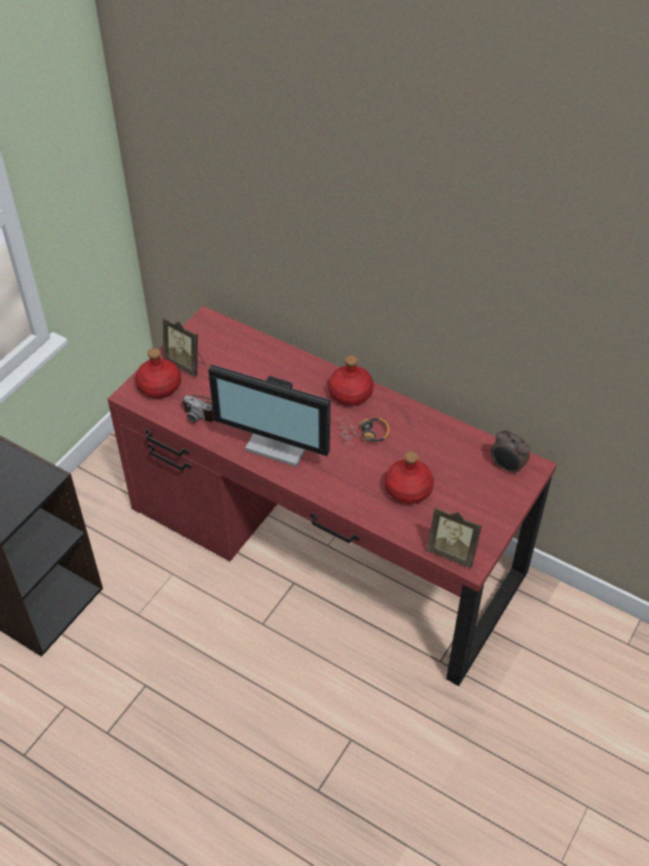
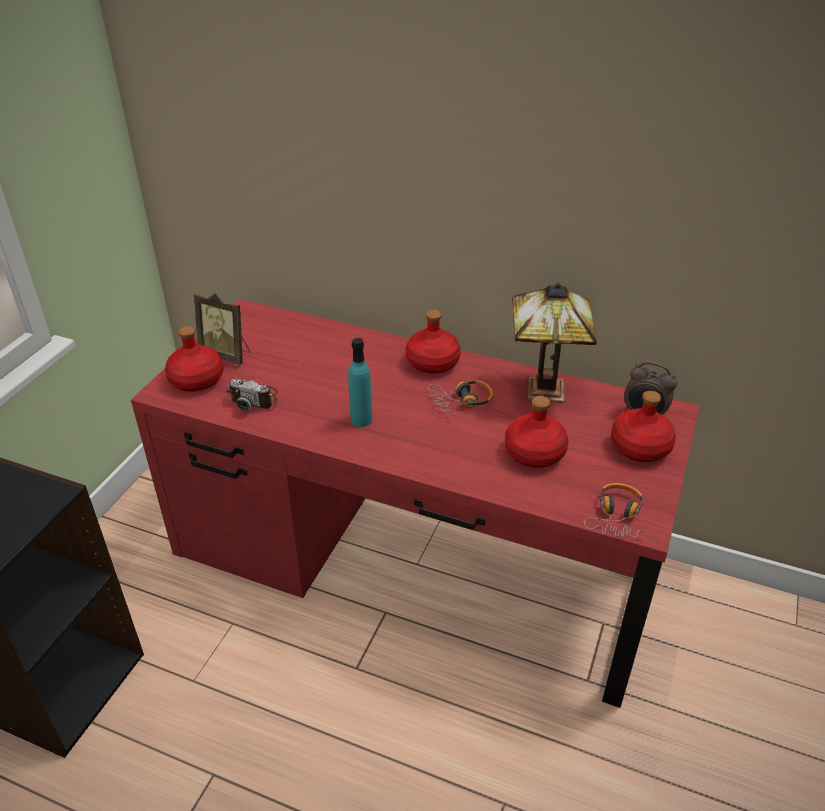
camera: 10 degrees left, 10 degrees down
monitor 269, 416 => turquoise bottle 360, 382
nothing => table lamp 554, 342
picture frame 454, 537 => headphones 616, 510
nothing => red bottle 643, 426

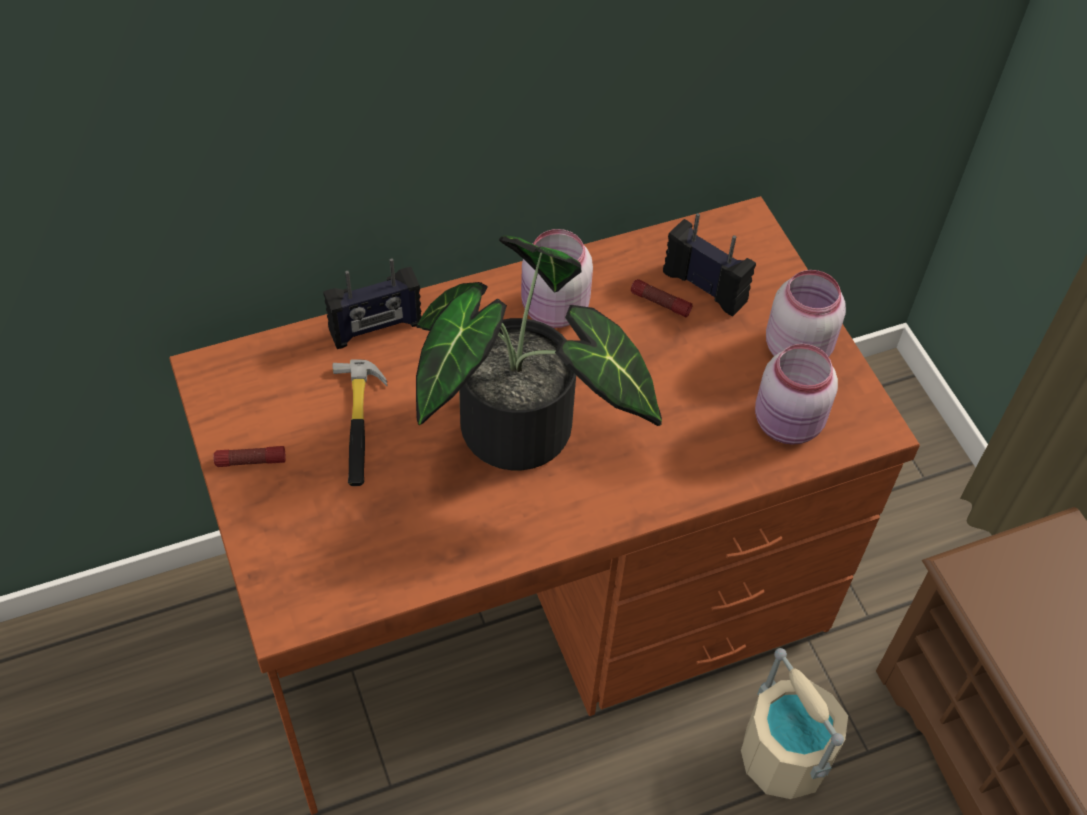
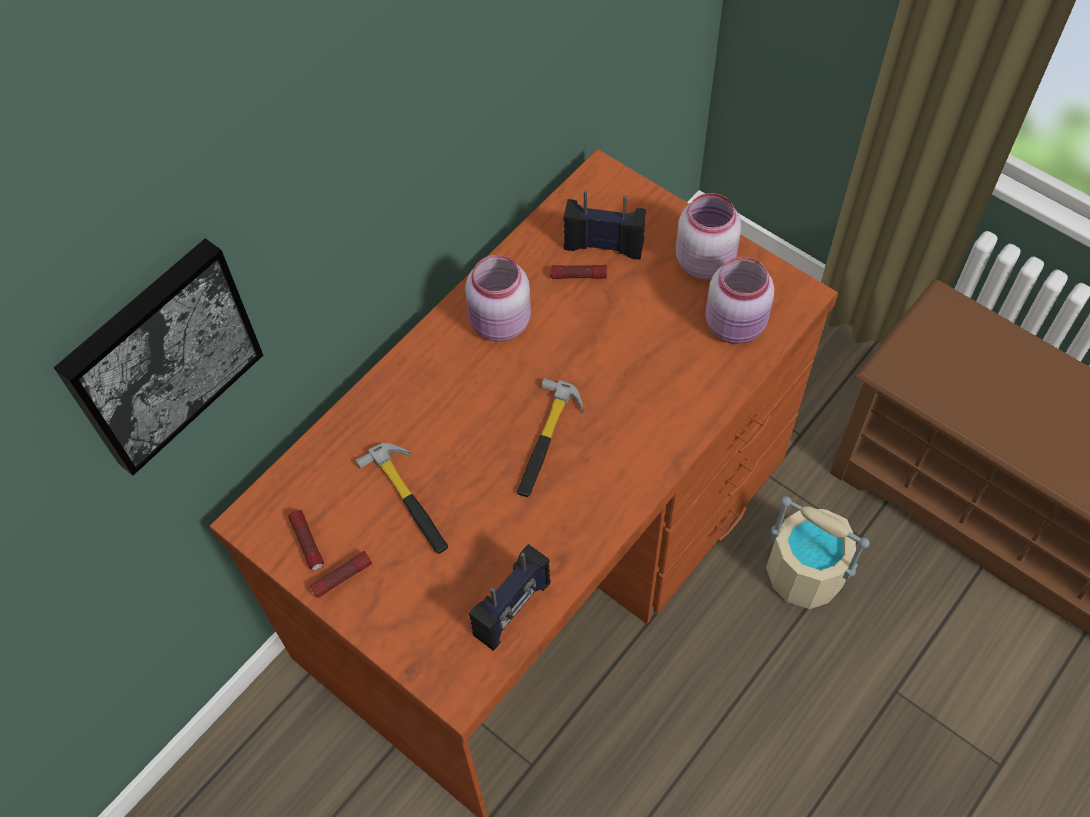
camera: 25 degrees left, 5 degrees up
nothing => picture 158, 357
nothing => flashlight 306, 540
radio 372, 303 => radio 510, 597, move
potted plant 539, 352 => hammer 550, 437

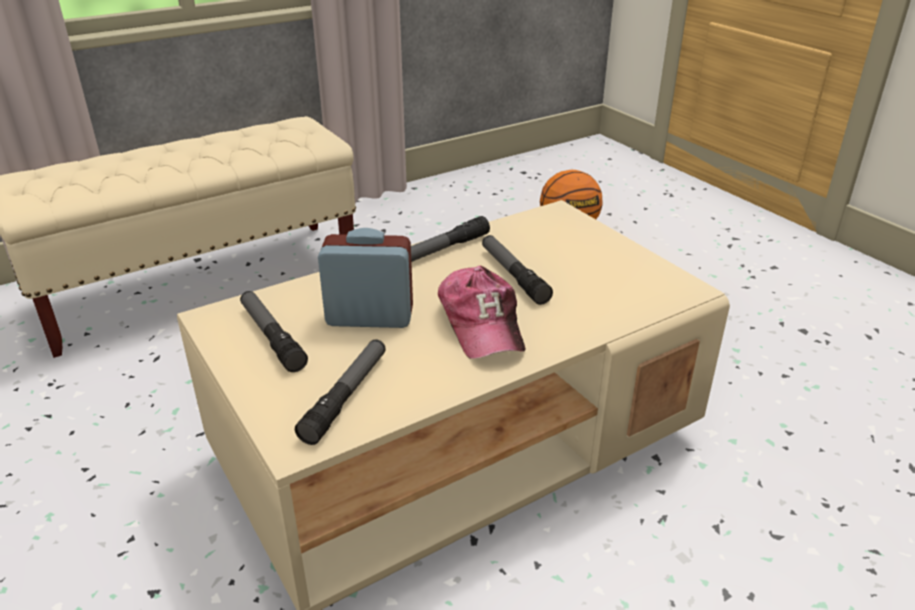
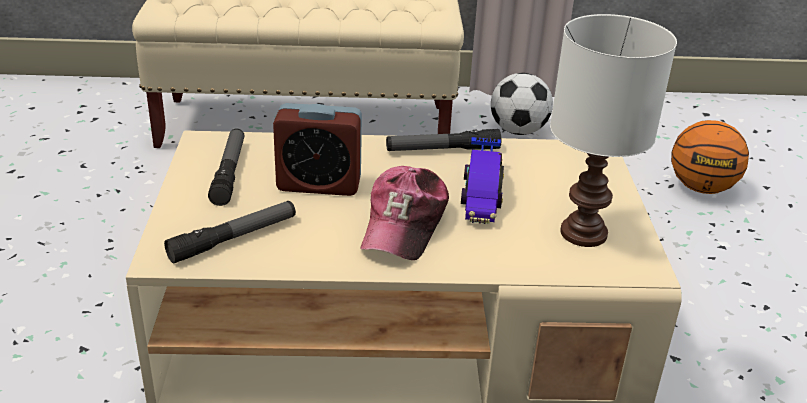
camera: 30 degrees right, 0 degrees up
alarm clock 365, 278 => alarm clock 317, 149, 150 degrees clockwise
flashlight 517, 270 => toy car 482, 180
nothing => football 522, 104
nothing => white table lamp 613, 130

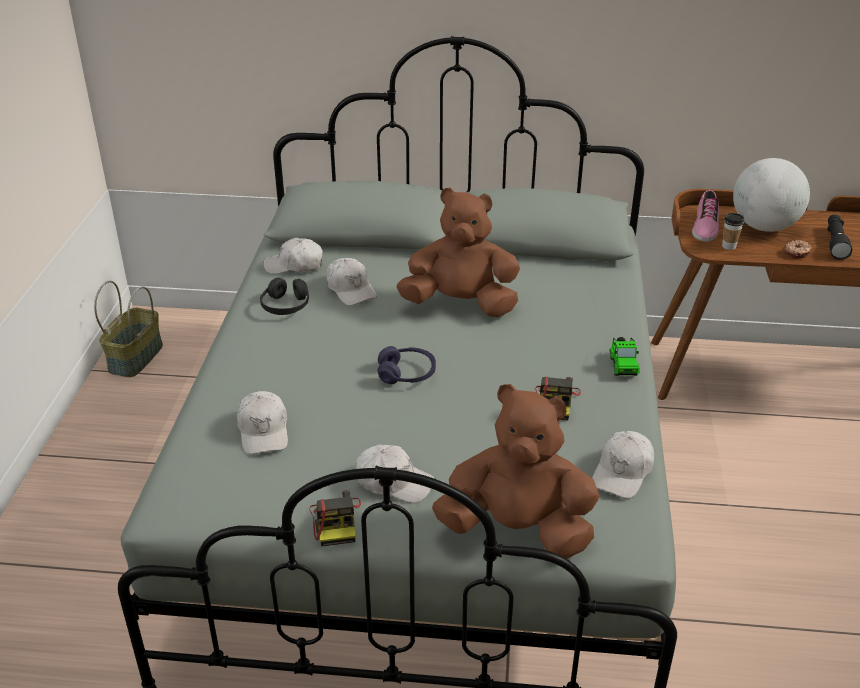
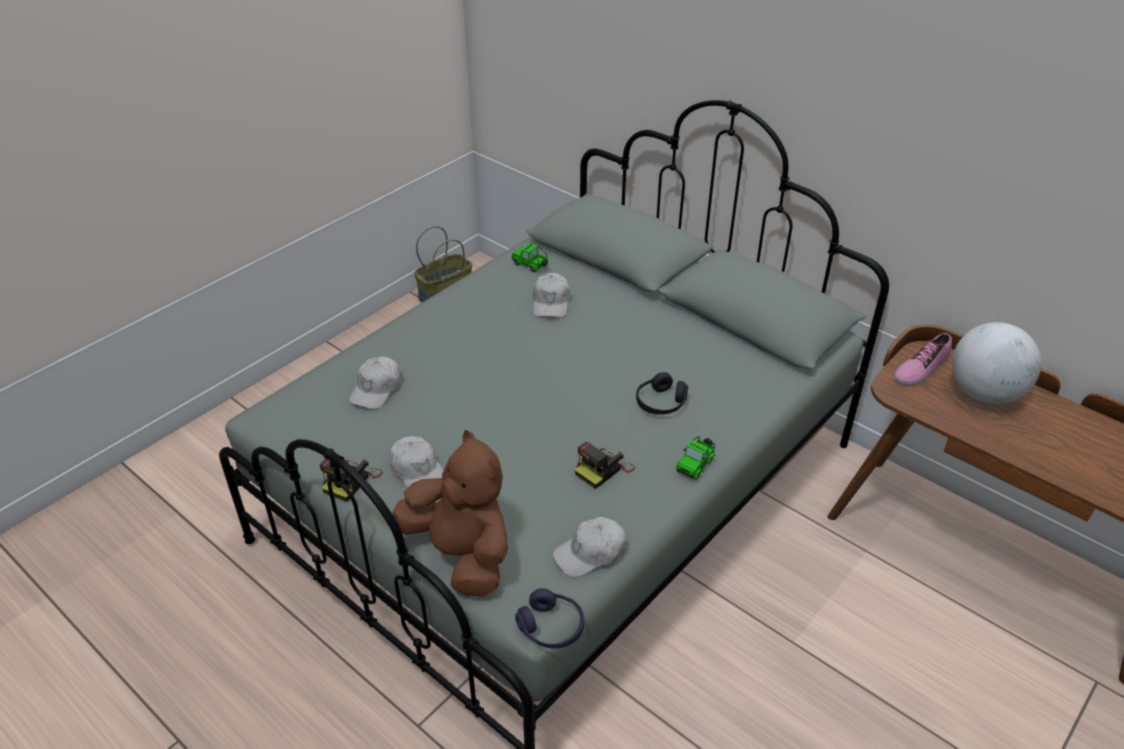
camera: 35 degrees right, 5 degrees up
white cap 293, 255 => toy car 530, 257
purple headphones 407, 365 => purple headphones 549, 618, move
black headphones 284, 296 => black headphones 662, 393, move
brown plush toy 458, 252 => nothing
cup 733, 231 => nothing
donut 798, 249 => nothing
black flashlight 839, 237 => nothing

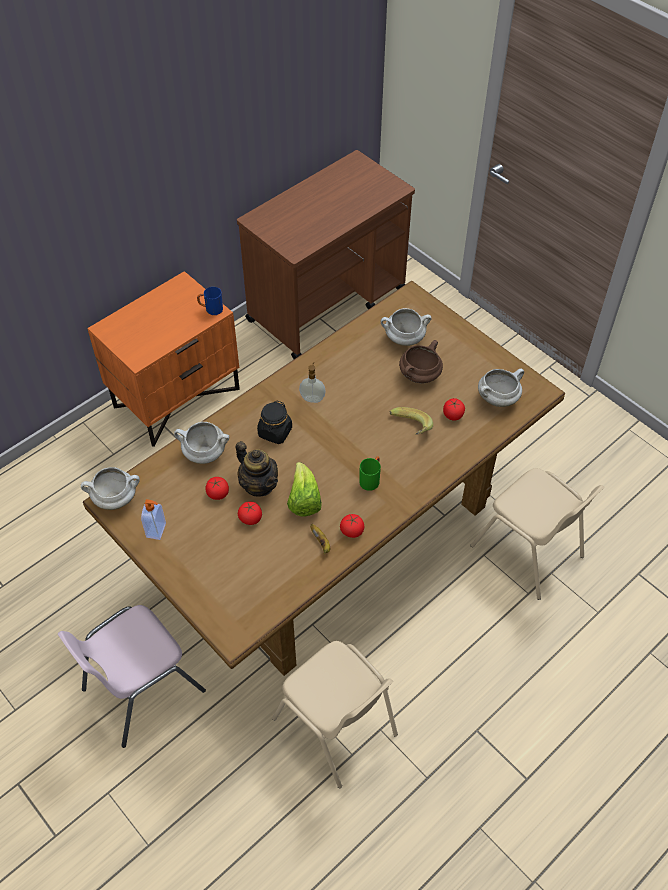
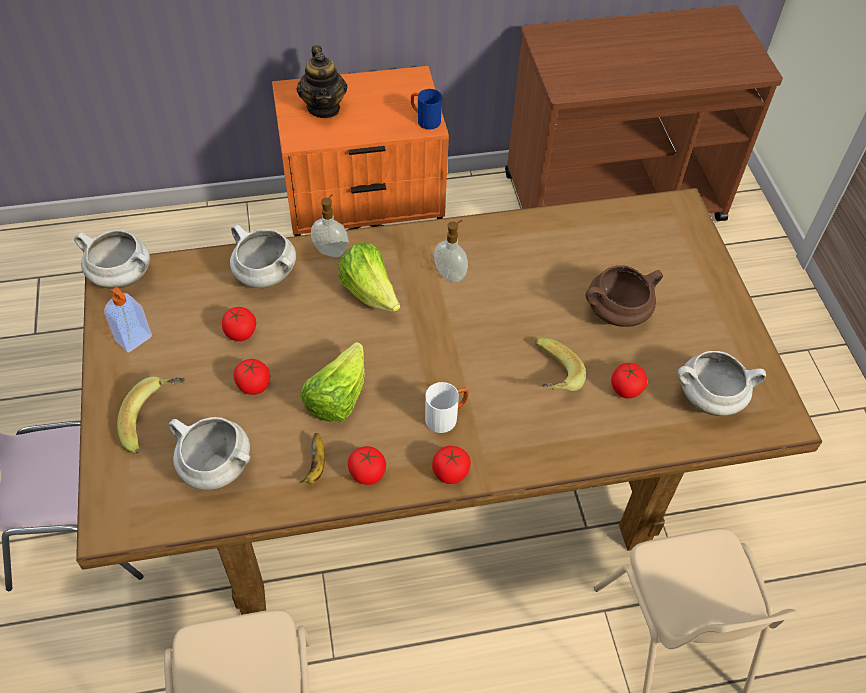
camera: 30 degrees right, 0 degrees up
nothing => banana 151, 415
white cooking pot 406, 327 => white cooking pot 209, 453, move
teapot 257, 469 => teapot 322, 81, move
nothing => soap dispenser 330, 225
black jar 274, 422 => lettuce 369, 277
green mug 370, 473 => white mug 446, 407
nothing => tomato 451, 465

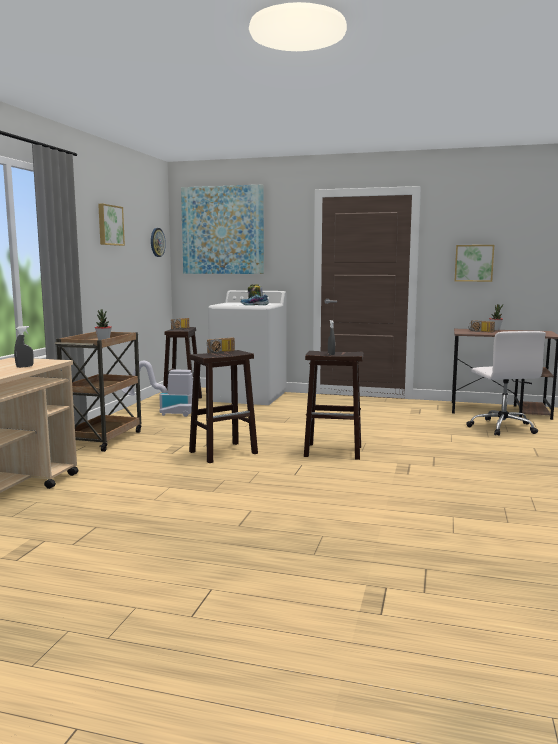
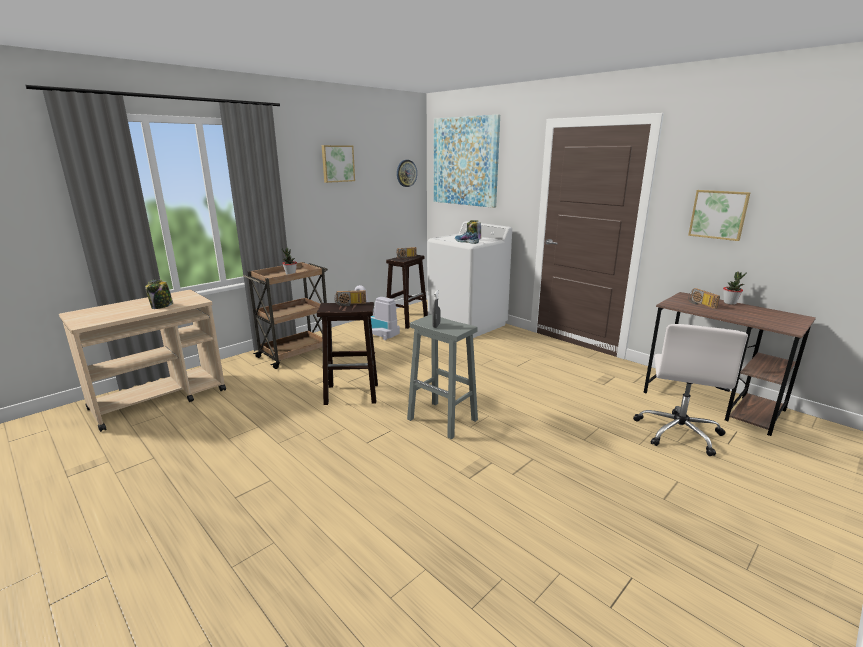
camera: 30 degrees right, 10 degrees up
grey spray bottle 24, 347 => jar 159, 294
brown stool 333, 405 => grey stool 442, 376

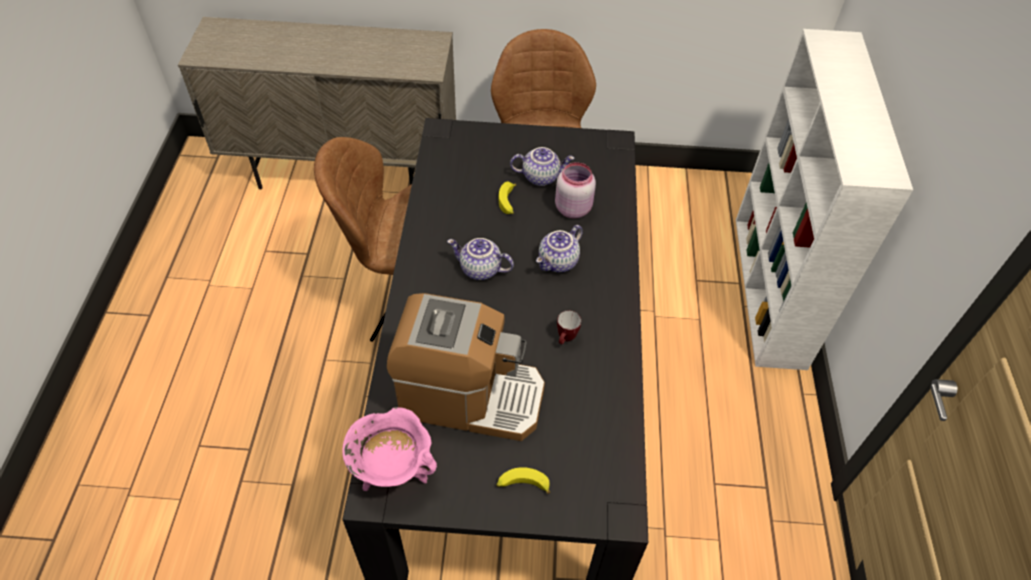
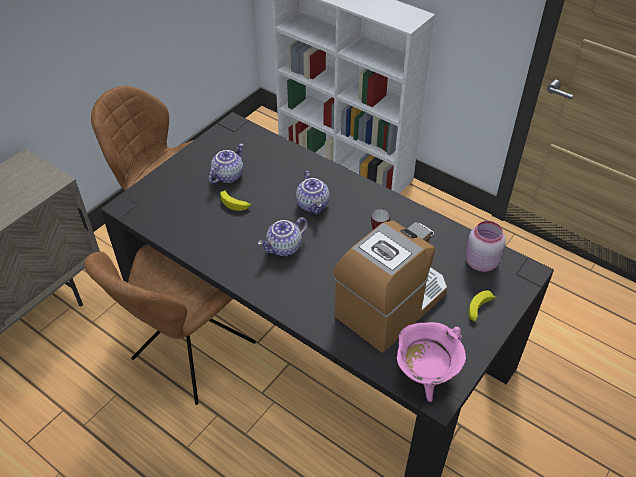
camera: 55 degrees left, 5 degrees down
pink jar 575, 190 => pink jar 485, 246, move

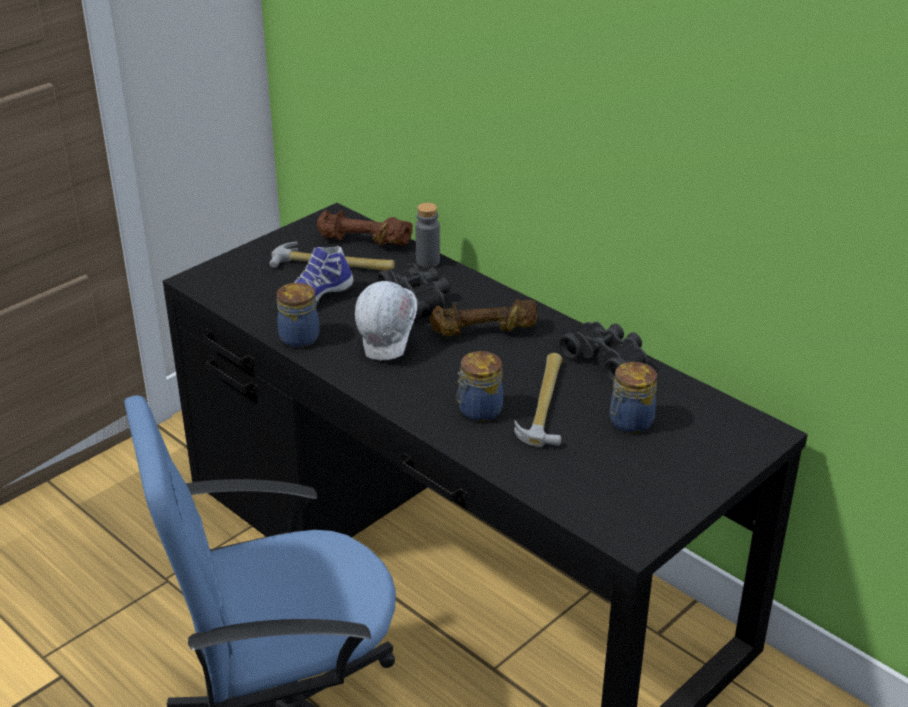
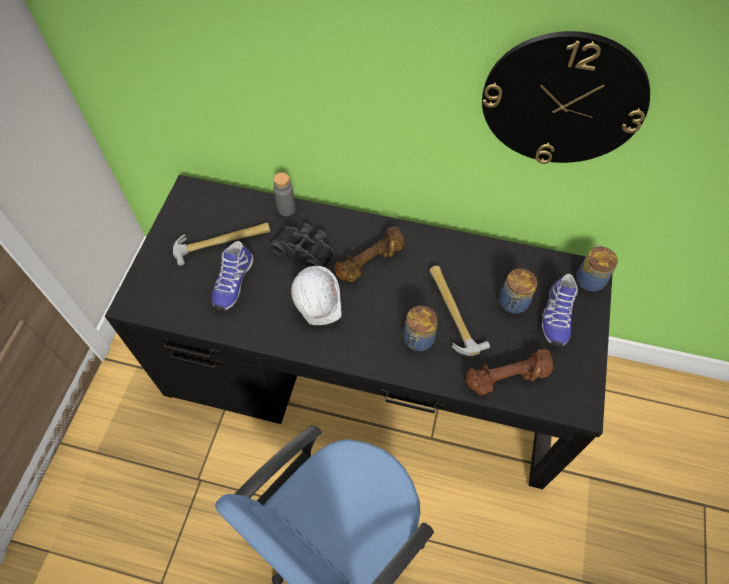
camera: 30 degrees left, 25 degrees up
brown dumbbell 365, 227 => brown dumbbell 510, 372, move
nothing => wall clock 566, 97
nothing => shoe 559, 310
jar 298, 315 => jar 597, 268, move
black binoculars 603, 352 => nothing

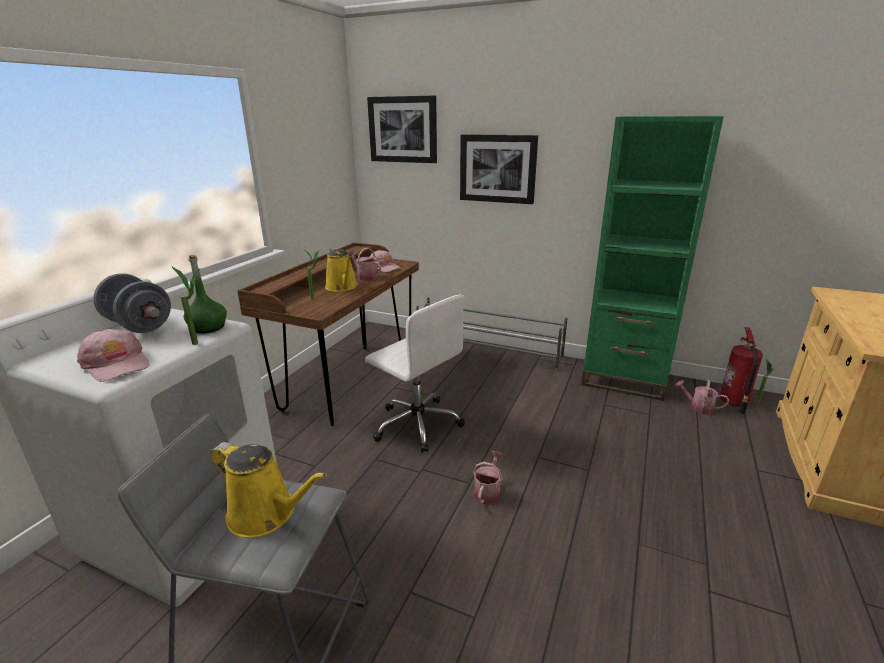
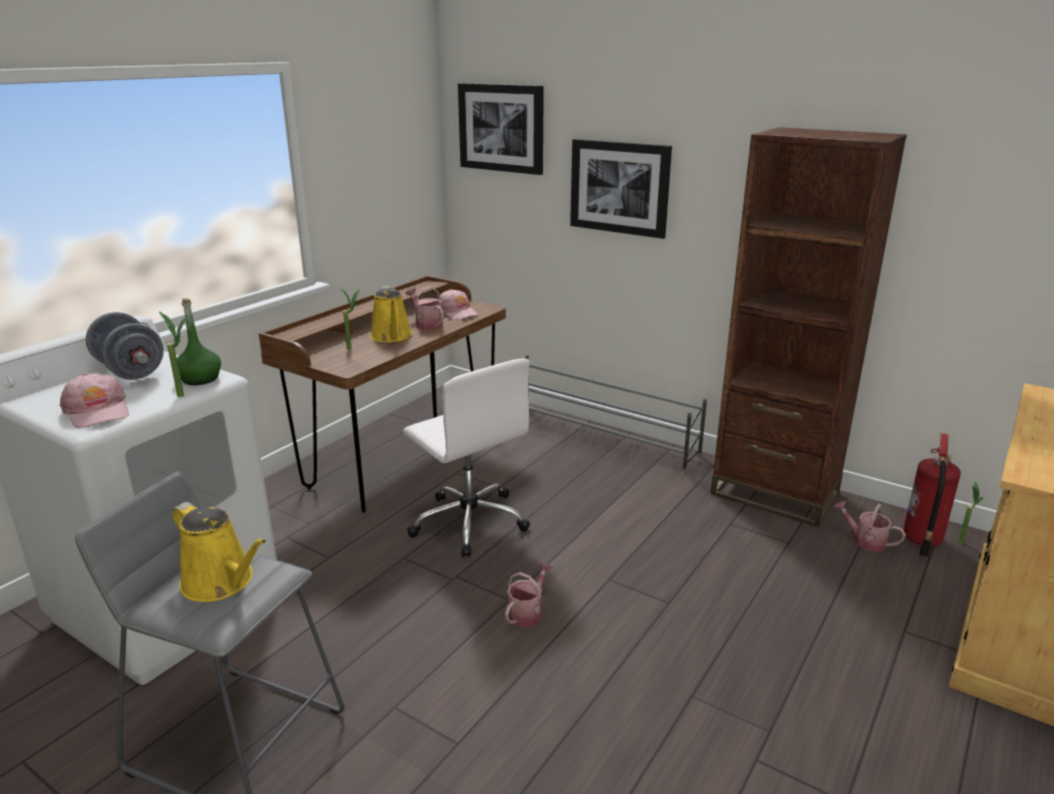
camera: 10 degrees right, 0 degrees up
green bookcase 652, 258 => brown bookcase 808, 327

